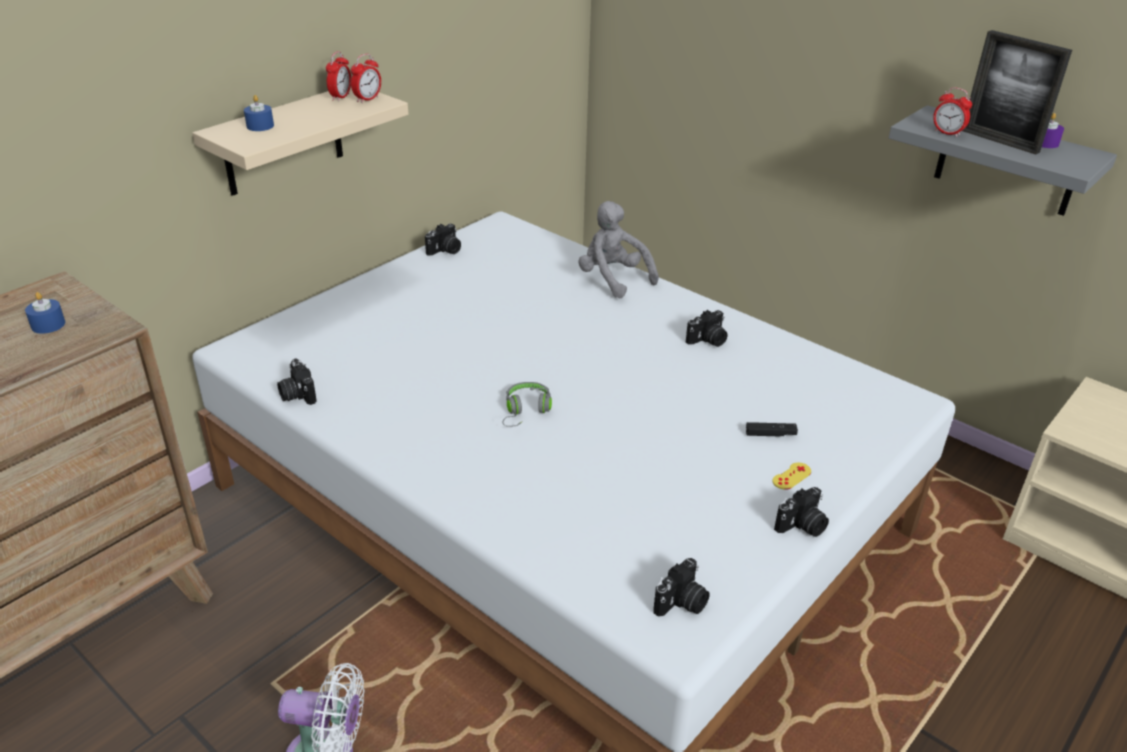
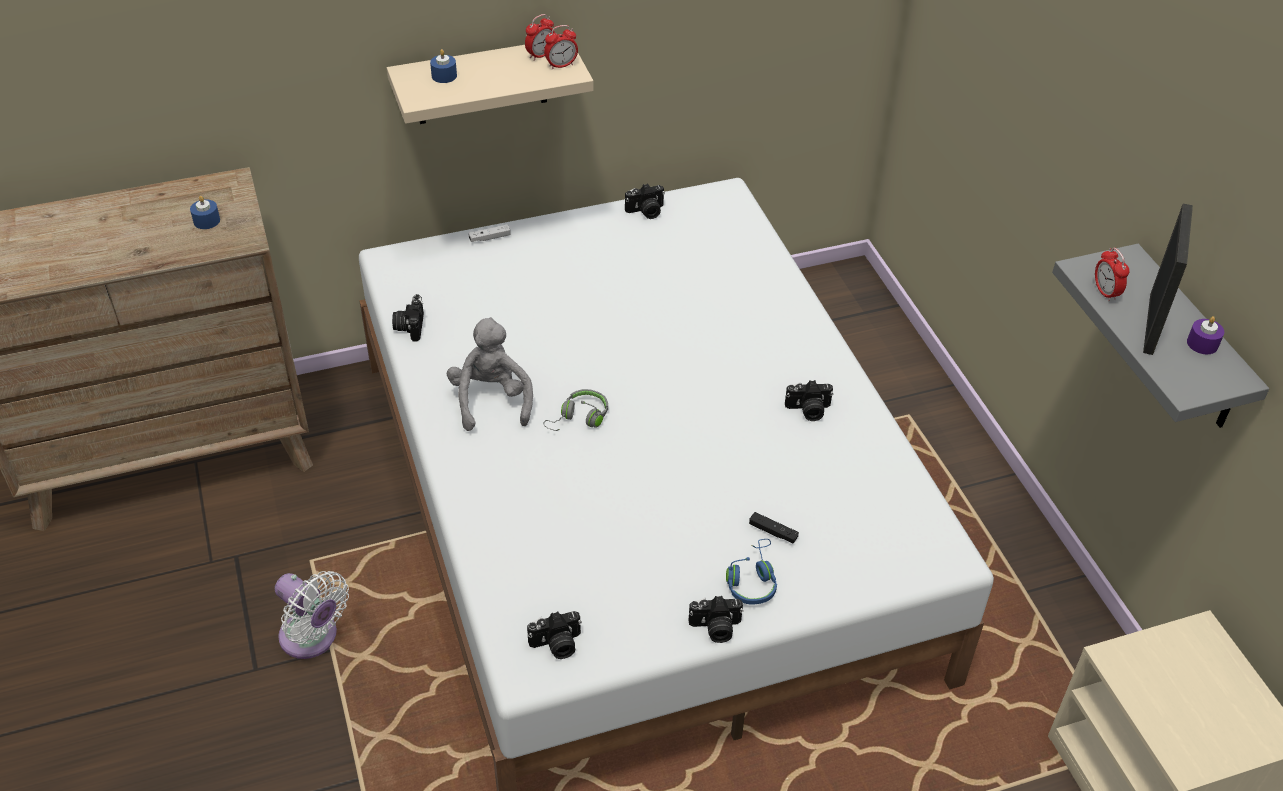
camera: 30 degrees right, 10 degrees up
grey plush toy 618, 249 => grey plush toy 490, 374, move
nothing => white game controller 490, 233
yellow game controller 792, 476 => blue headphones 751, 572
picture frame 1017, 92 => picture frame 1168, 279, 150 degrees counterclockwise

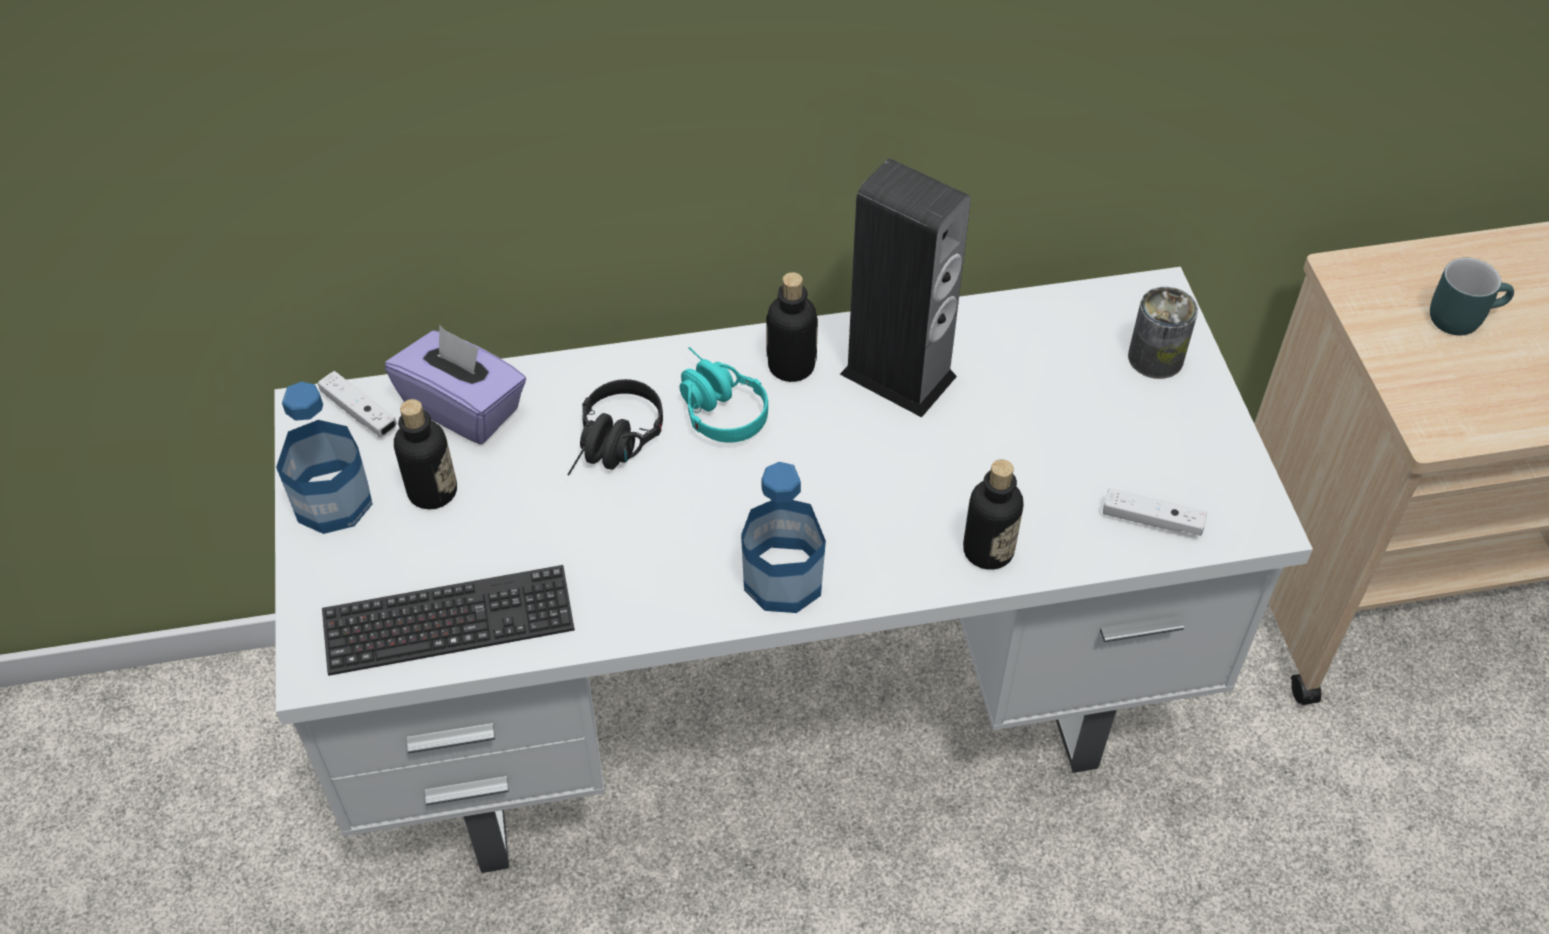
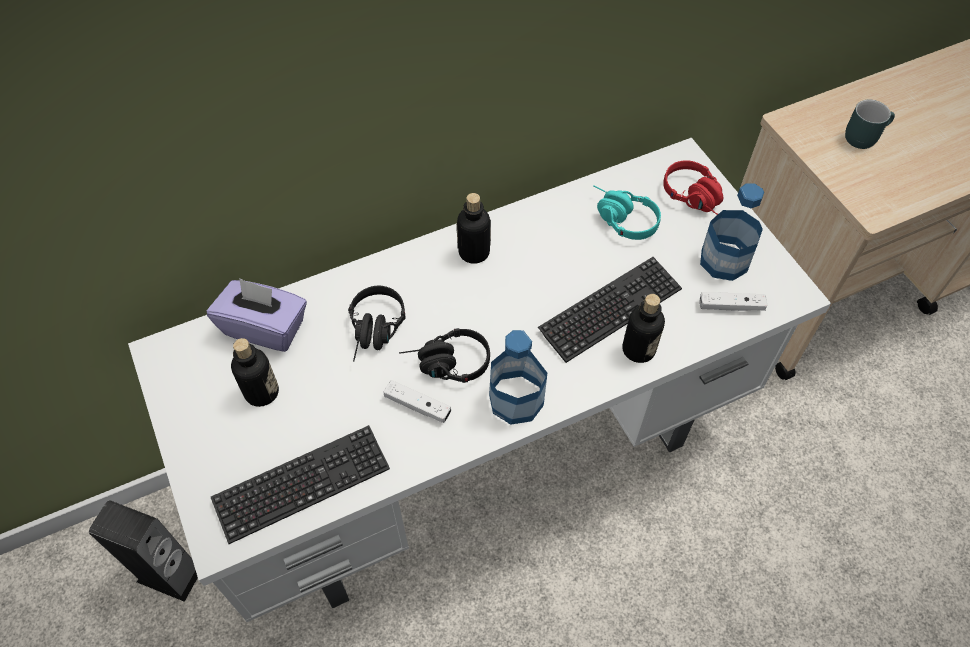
camera: 15 degrees left, 5 degrees up
speaker 905, 287 => speaker 143, 551, move
white game controller 357, 404 => white game controller 417, 401, move
nothing => black headphones 444, 355
nothing => keyboard 610, 310
turquoise headphones 724, 395 => turquoise headphones 627, 212, move
can 1163, 333 => red headphones 693, 187
bottle 324, 457 => bottle 732, 232, move

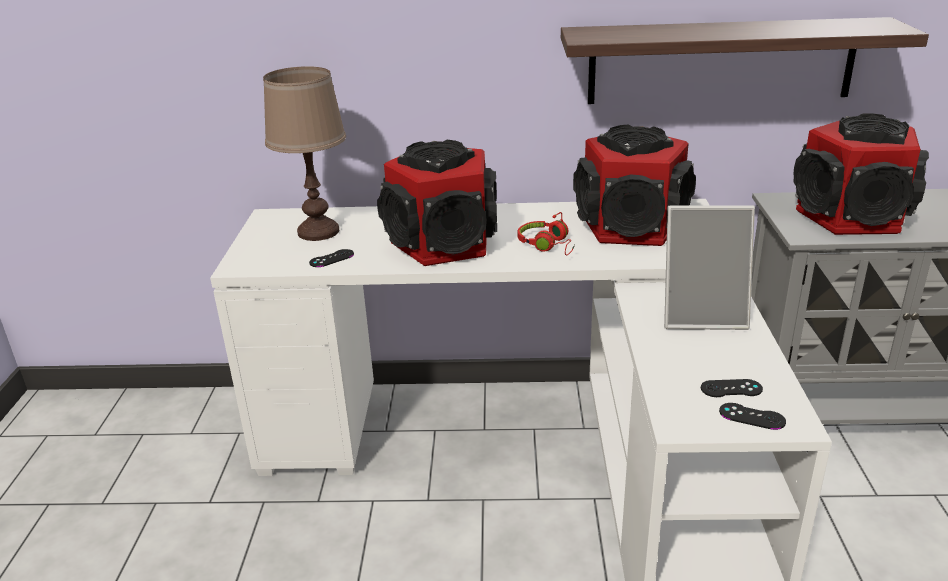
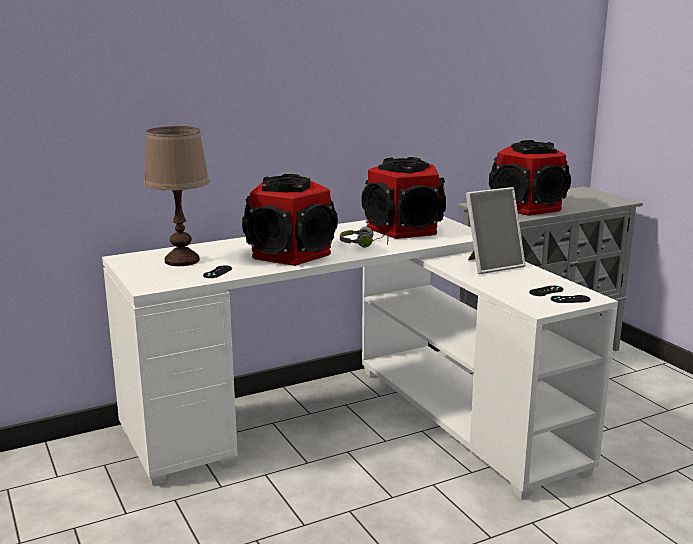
camera: 30 degrees left, 10 degrees down
red headphones 546, 233 => grey headphones 364, 233
shelf 745, 60 => nothing

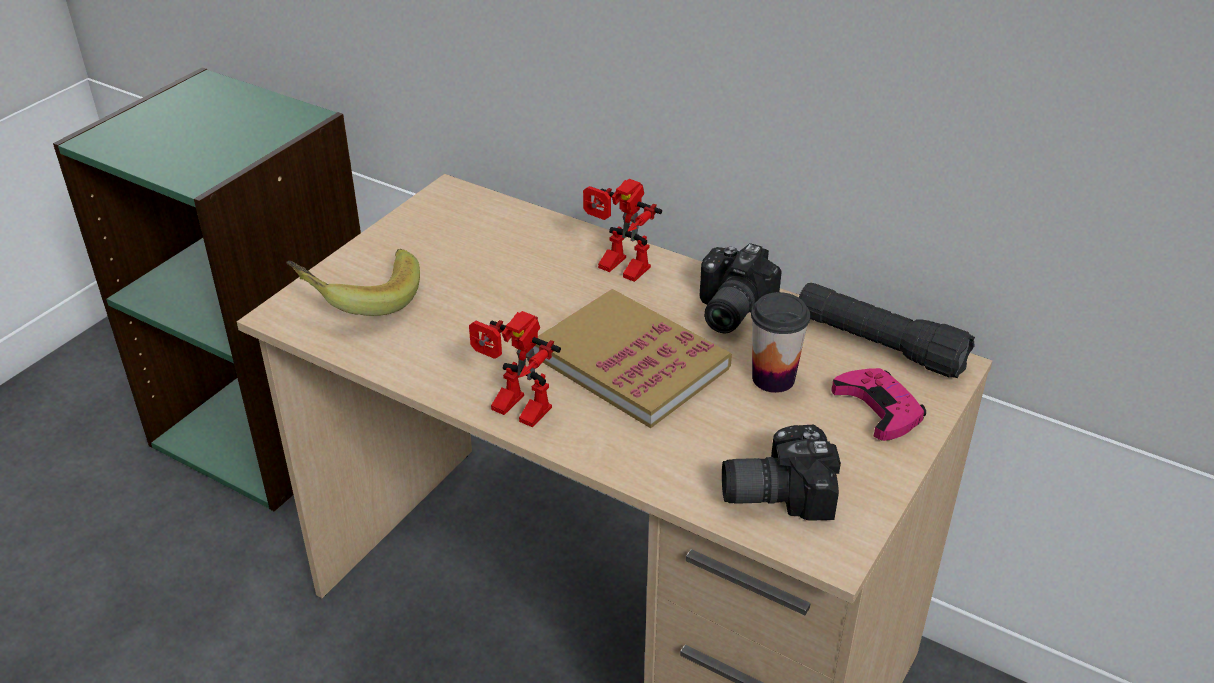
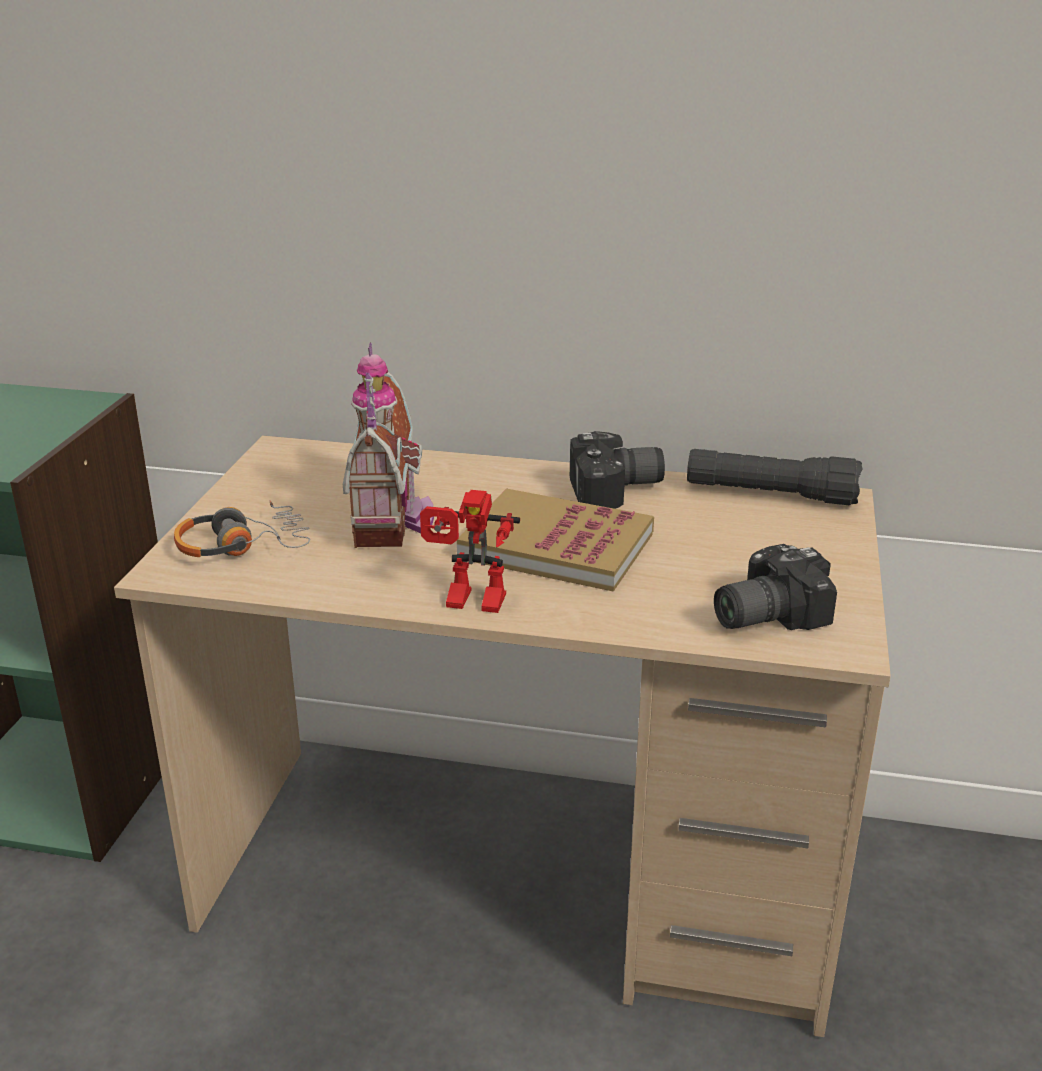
camera: 20 degrees left, 10 degrees down
banana 353, 282 => headphones 242, 528
nothing => toy house 388, 445
photo camera 741, 288 => photo camera 617, 470, 105 degrees counterclockwise
toy robot 622, 230 => nothing
cup 780, 342 => nothing
pink game controller 879, 404 => nothing

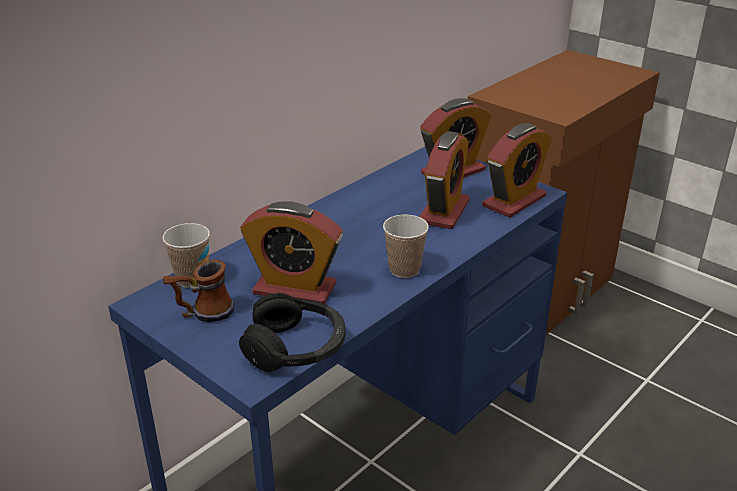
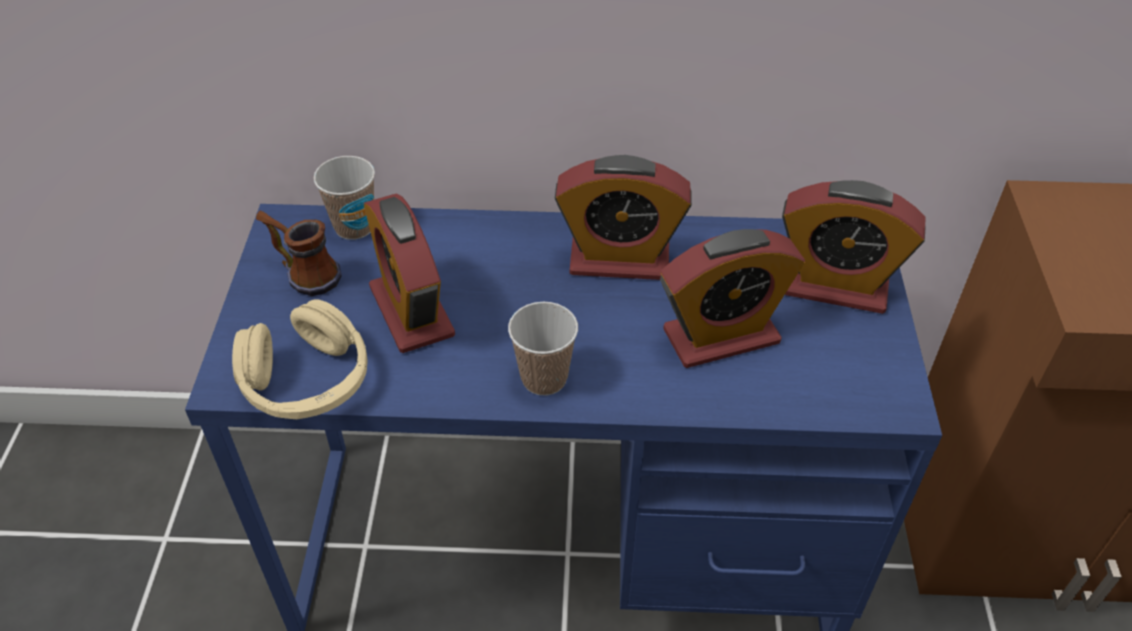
camera: 50 degrees right, 15 degrees up
black headphones 292, 332 => beige headphones 300, 359
alarm clock 517, 170 => alarm clock 623, 217, move

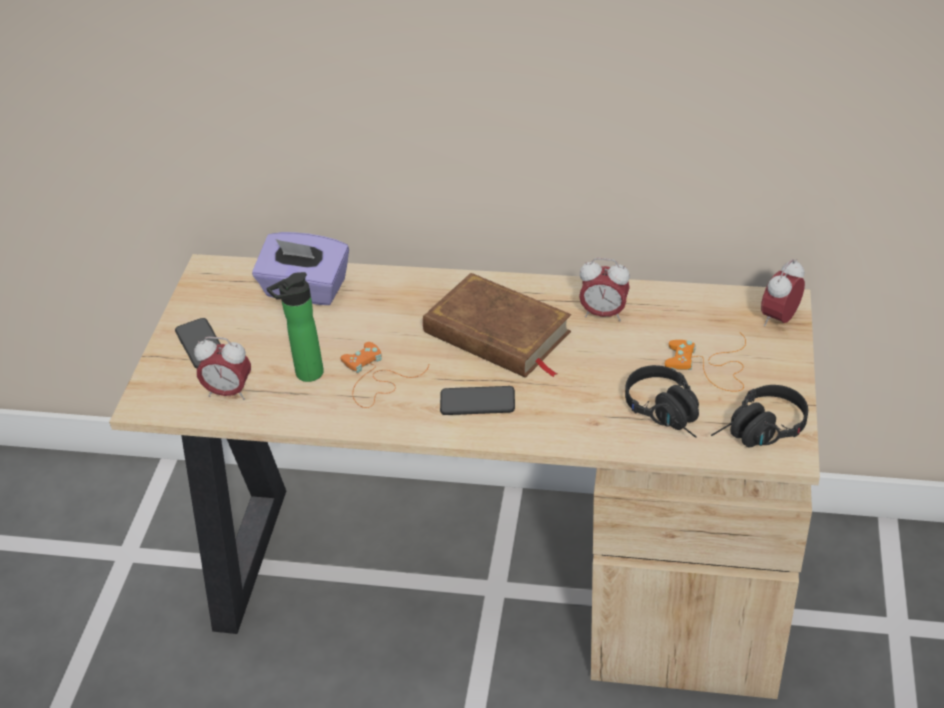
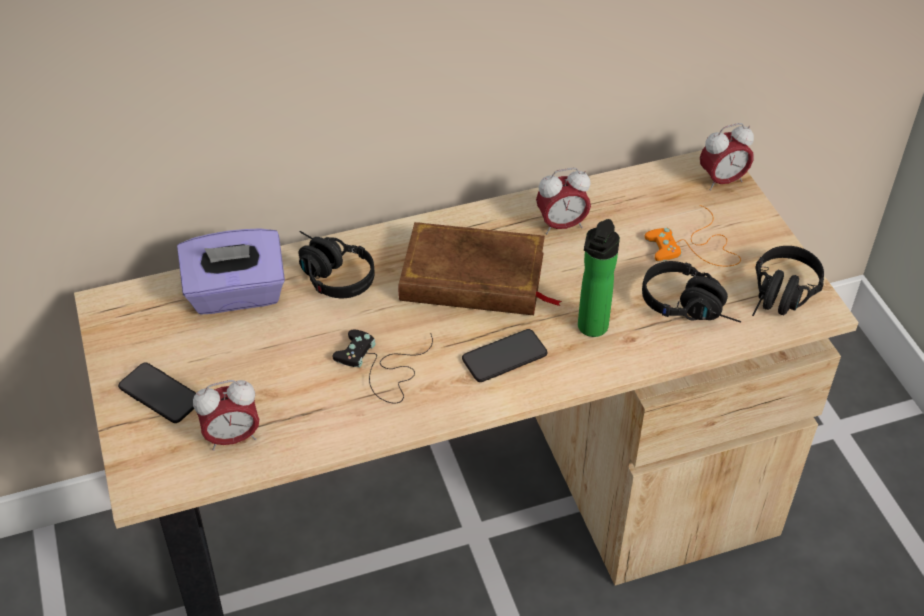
camera: 30 degrees left, 5 degrees up
nothing => black headphones 336, 264
orange game controller 384, 375 => black game controller 382, 366
bottle 295, 327 => bottle 599, 278, move
alarm clock 783, 292 => alarm clock 727, 156, 120 degrees counterclockwise

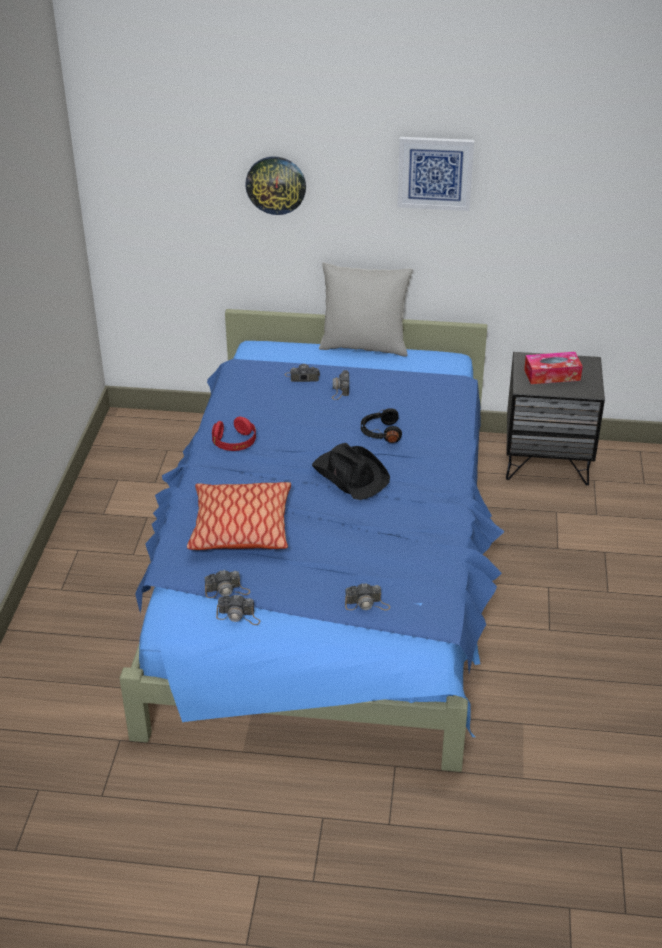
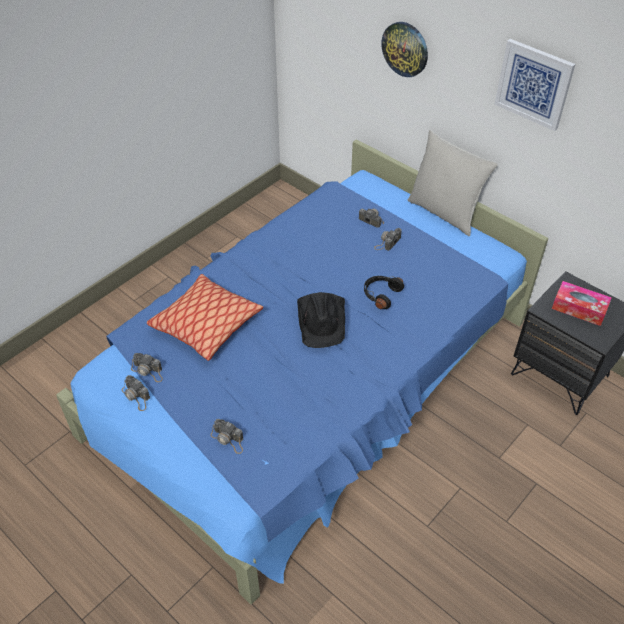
camera: 35 degrees right, 10 degrees up
red headphones 234, 434 => nothing

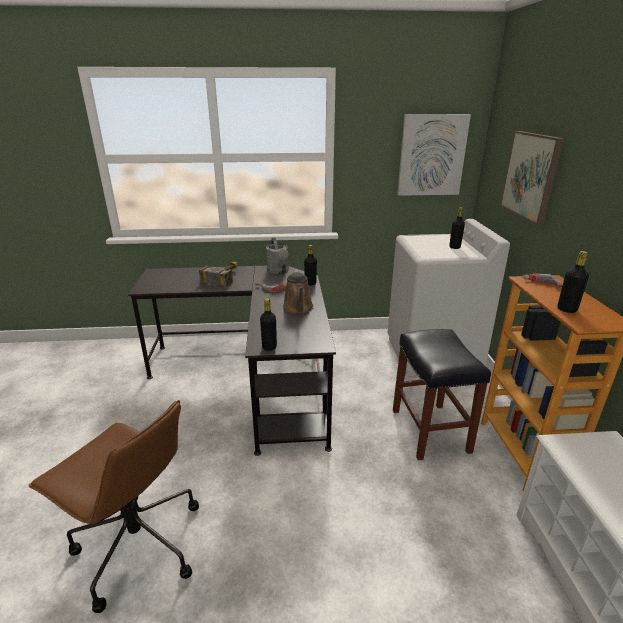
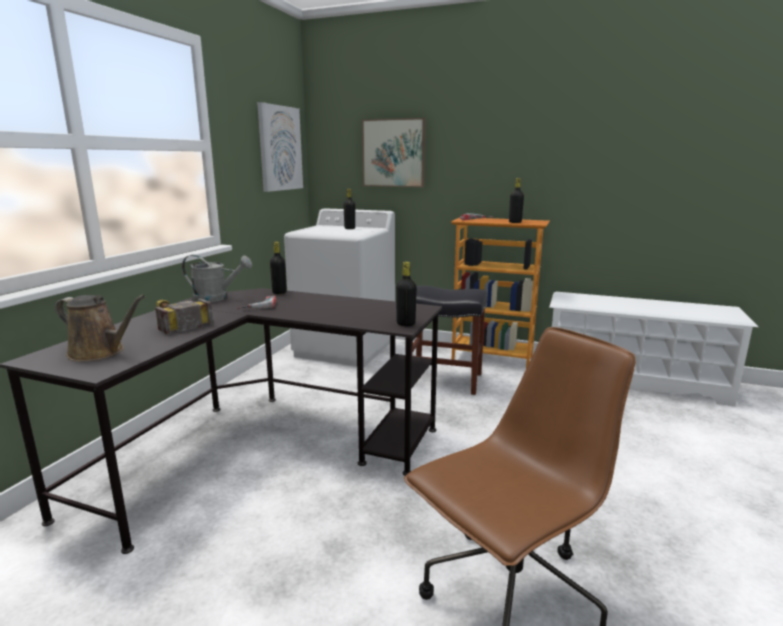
camera: 65 degrees left, 10 degrees down
brown watering can 298, 292 => brown watering can 100, 328, move

